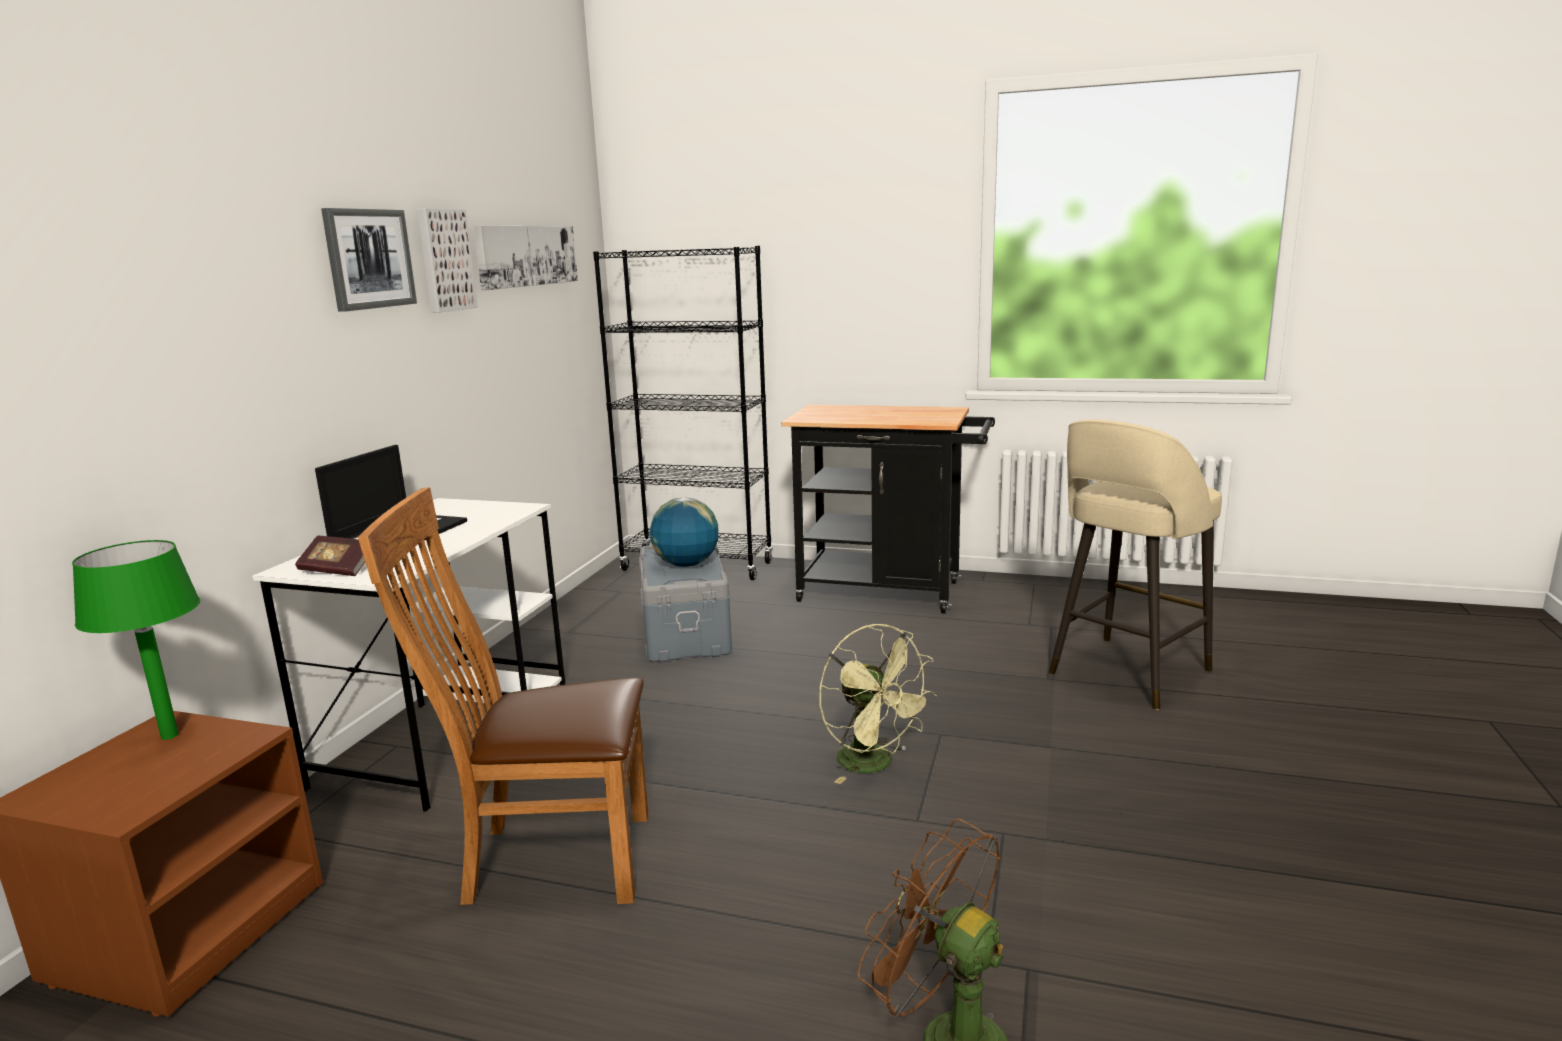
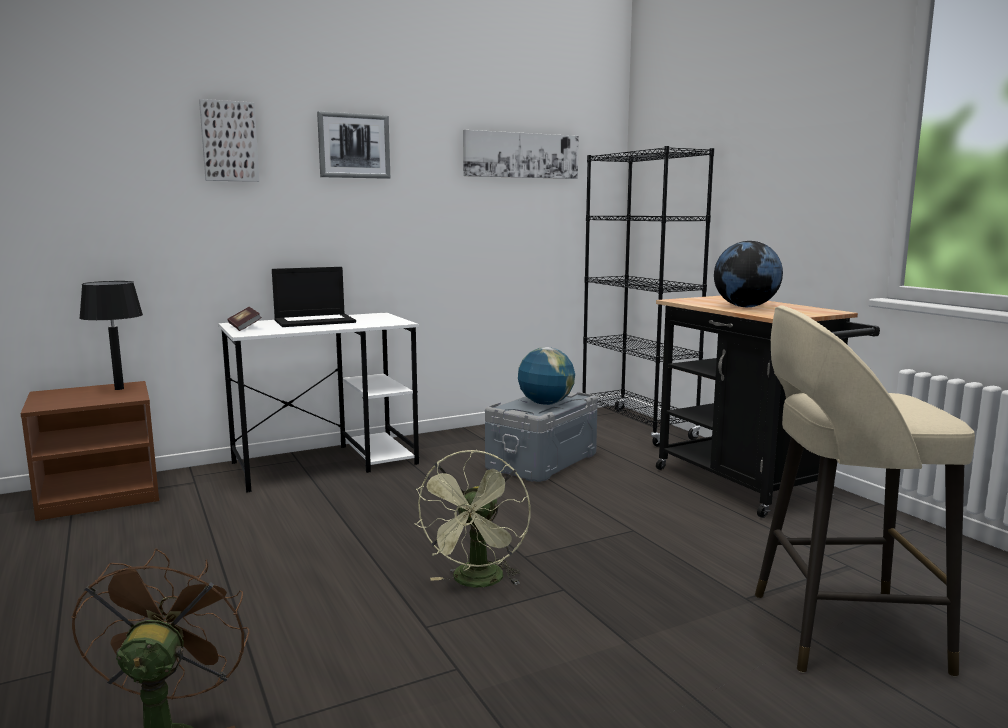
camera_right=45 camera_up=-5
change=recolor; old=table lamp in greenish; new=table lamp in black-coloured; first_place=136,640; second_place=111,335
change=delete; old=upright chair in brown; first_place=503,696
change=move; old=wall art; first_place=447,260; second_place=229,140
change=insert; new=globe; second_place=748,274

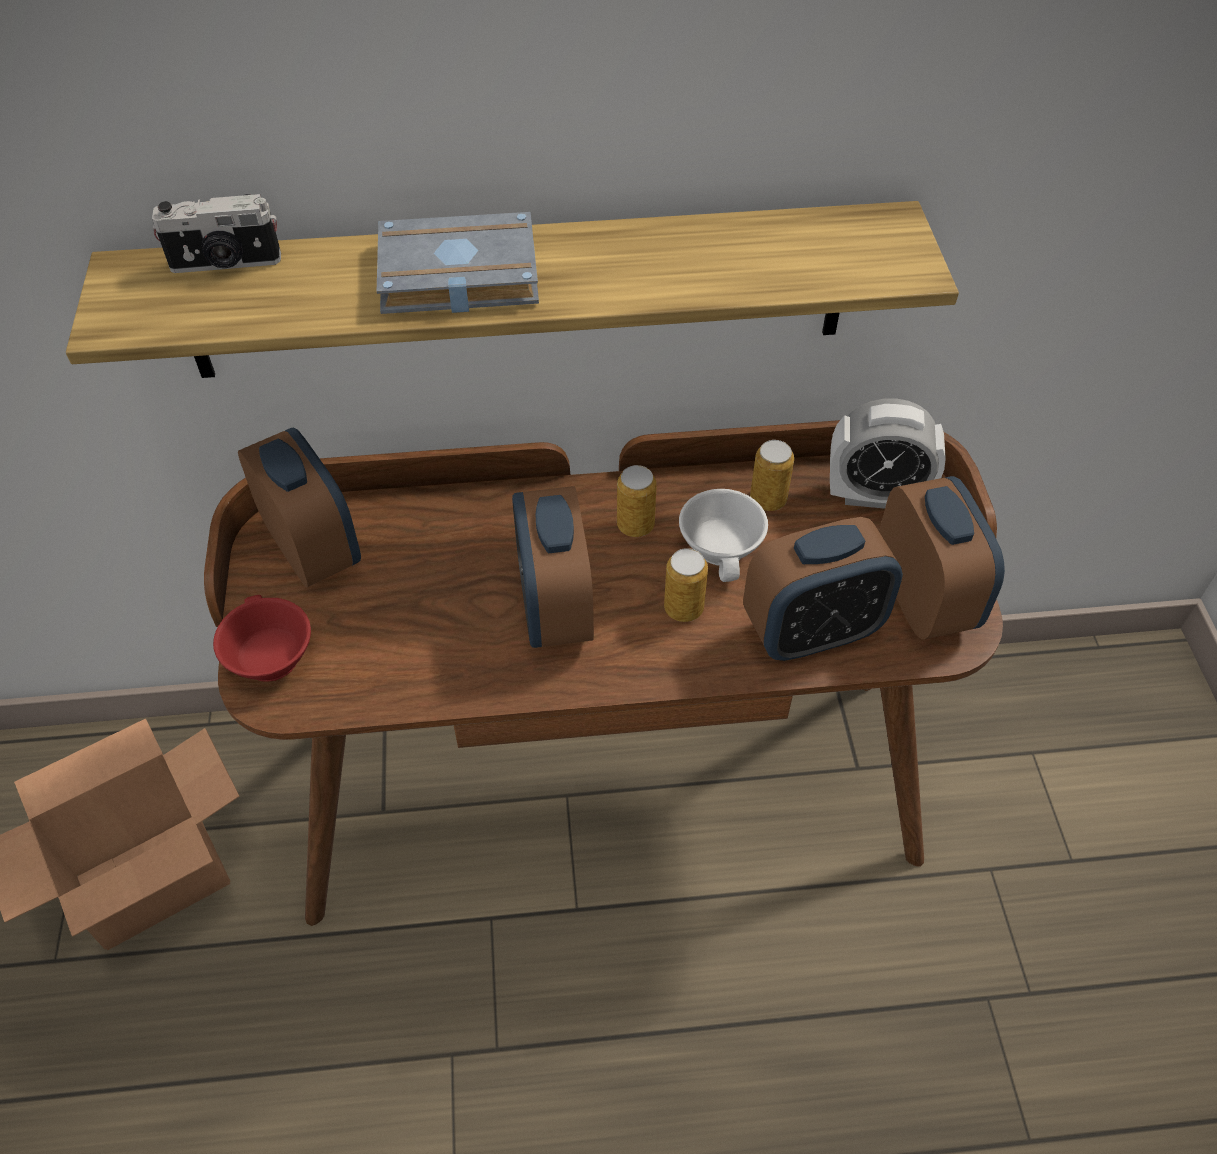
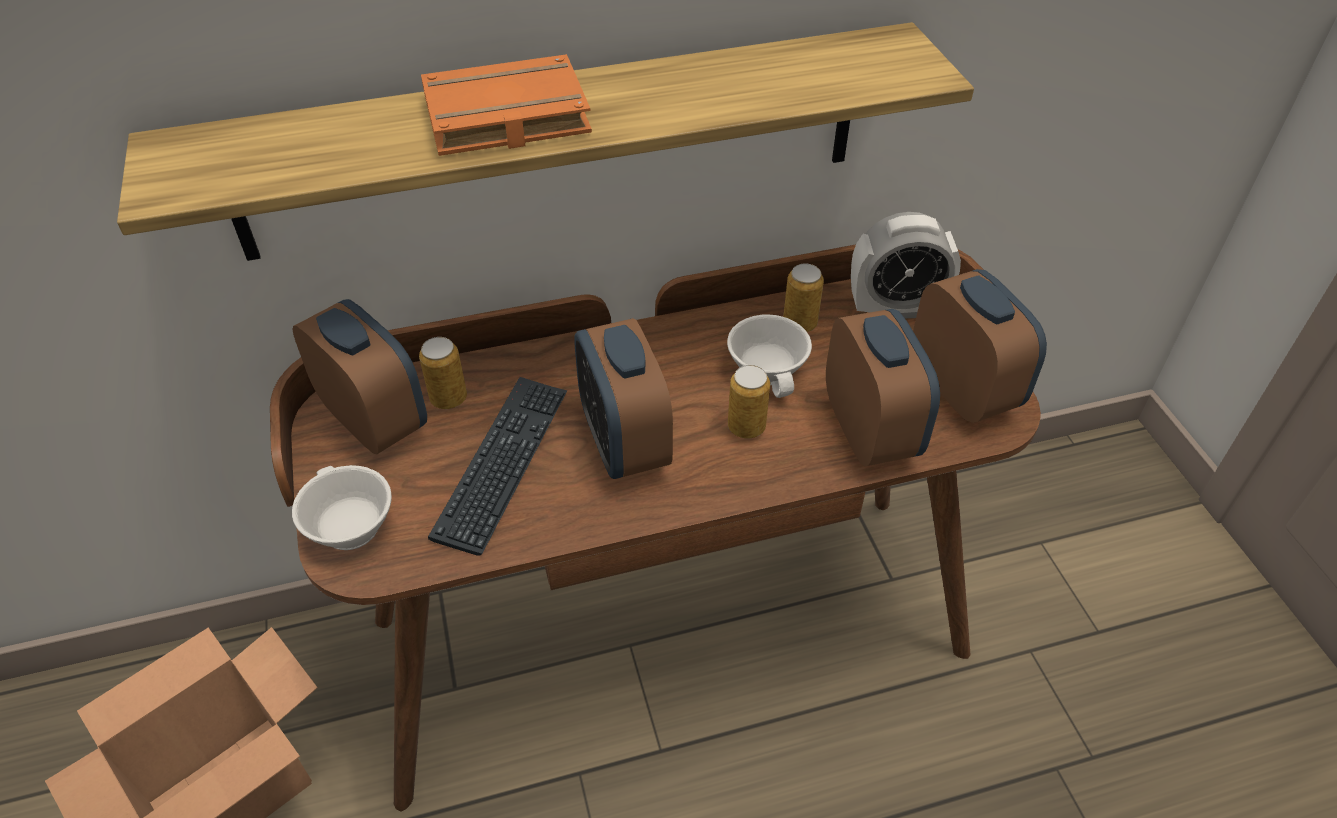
camera_right=-10 camera_up=-5
change=delete; old=photo camera; first_place=216,233
change=recolor; old=cup in reddish; new=cup in white; first_place=262,638; second_place=342,507
change=recolor; old=volume in greyish; new=volume in orange-coloured; first_place=458,263; second_place=506,105
change=move; old=sealed can; first_place=637,501; second_place=443,373
change=rotate; old=alarm clock; first_place=823,589; second_place=883,387; degrees=-75
change=insert; new=computer keyboard; second_place=498,466

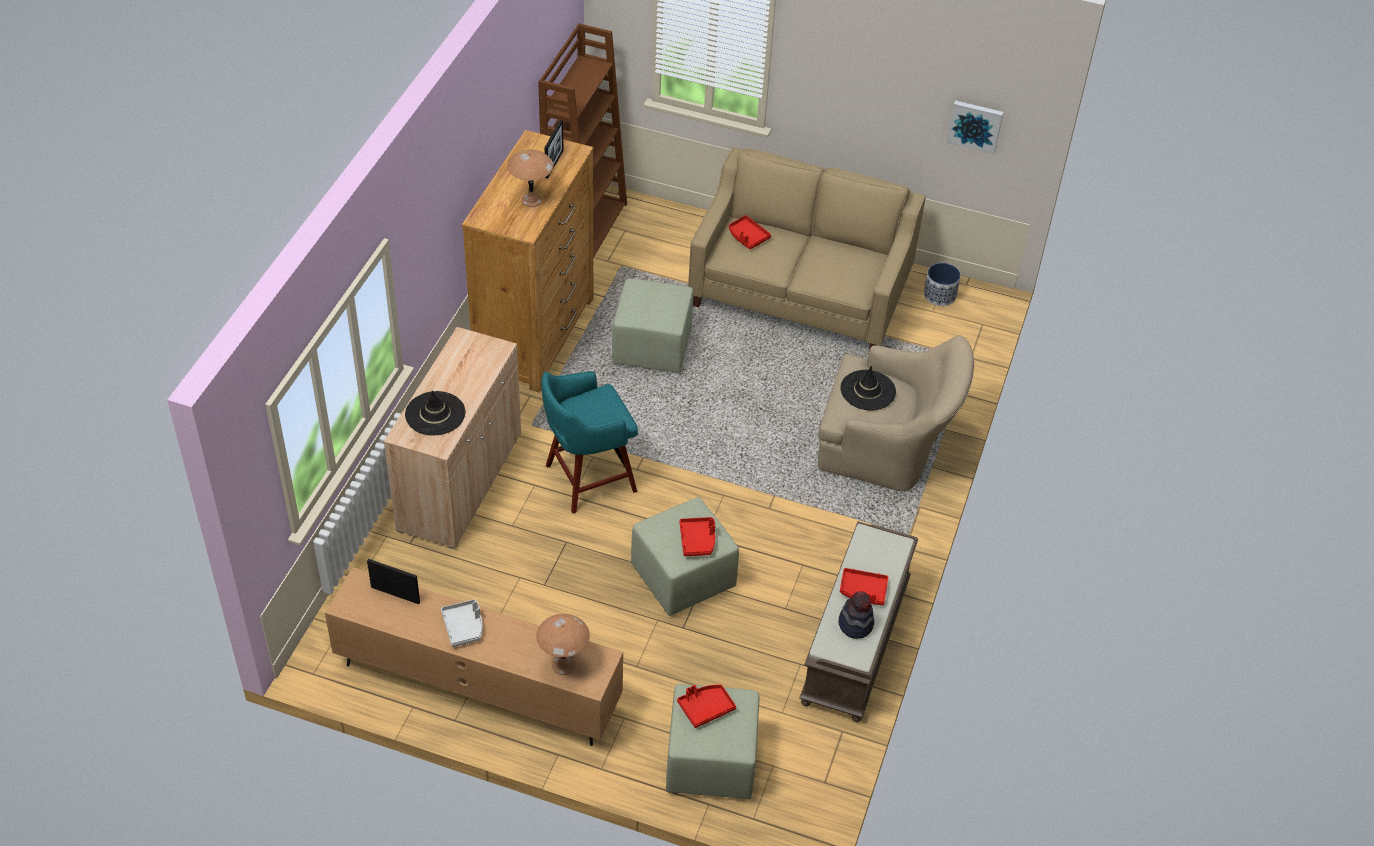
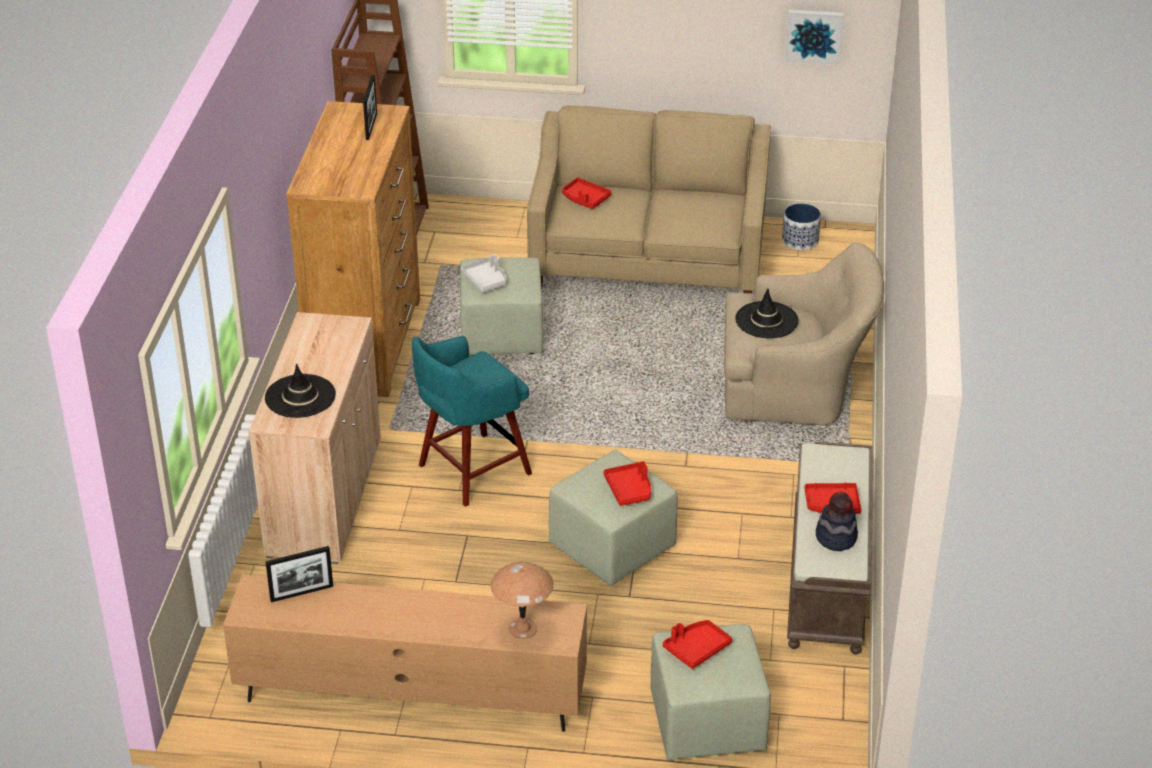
camera_right=-10 camera_up=-10
change=rotate; old=standing frame; first_place=393,581; second_place=299,574; degrees=150
change=move; old=tray in greyish; first_place=461,623; second_place=483,273
change=delete; old=table lamp in brown; first_place=530,178

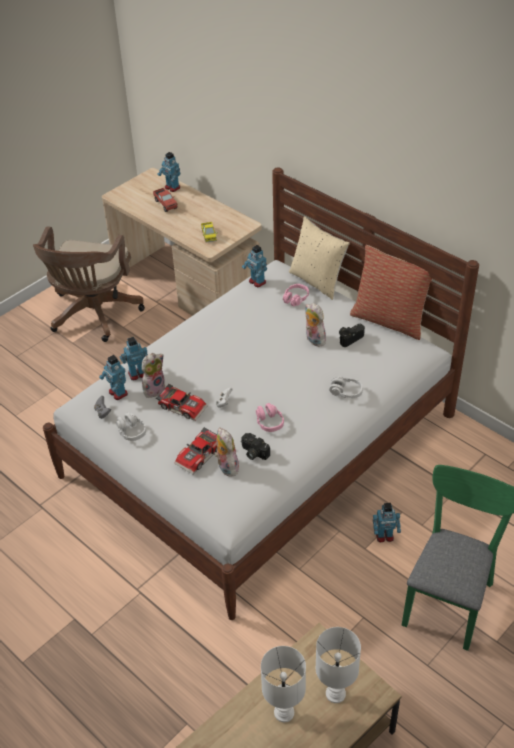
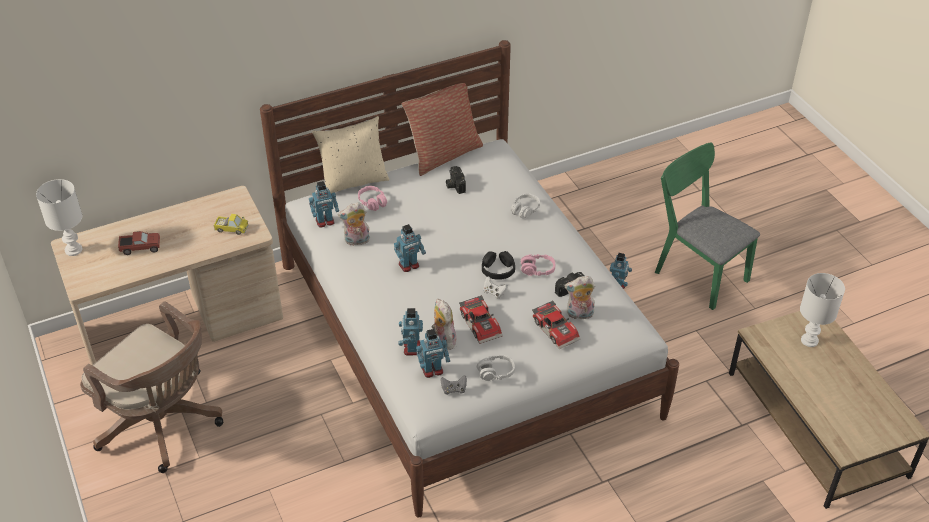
camera_right=-70 camera_up=0
change=rotate; old=model car; first_place=182,402; second_place=481,319; degrees=105
change=move; old=model robot; first_place=168,172; second_place=410,248
change=move; old=table lamp in white; first_place=283,684; second_place=59,217
change=move; old=soft toy; first_place=315,325; second_place=354,224
change=insert; new=pair of headphones in black-coloured; second_place=498,265

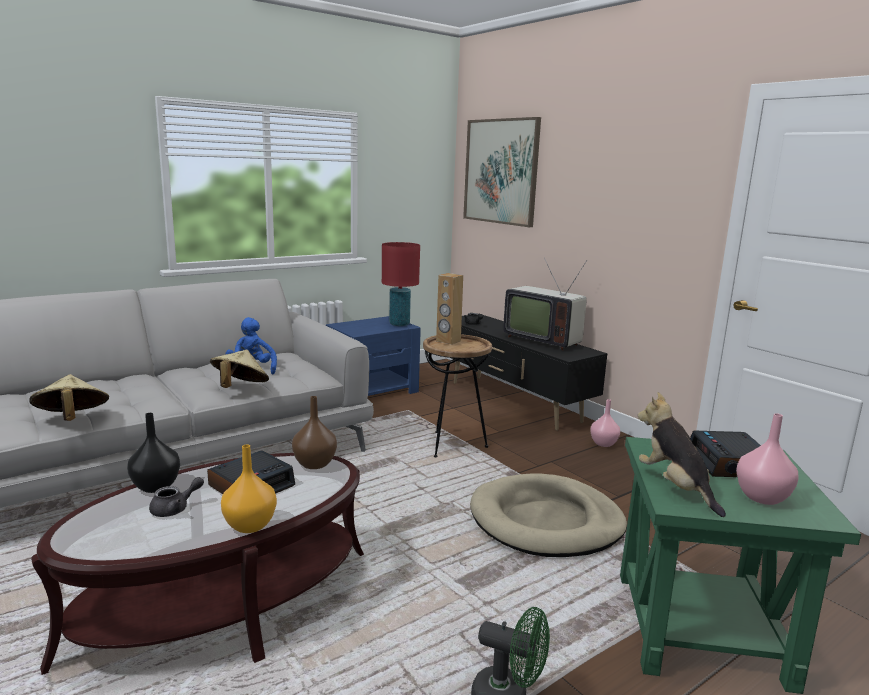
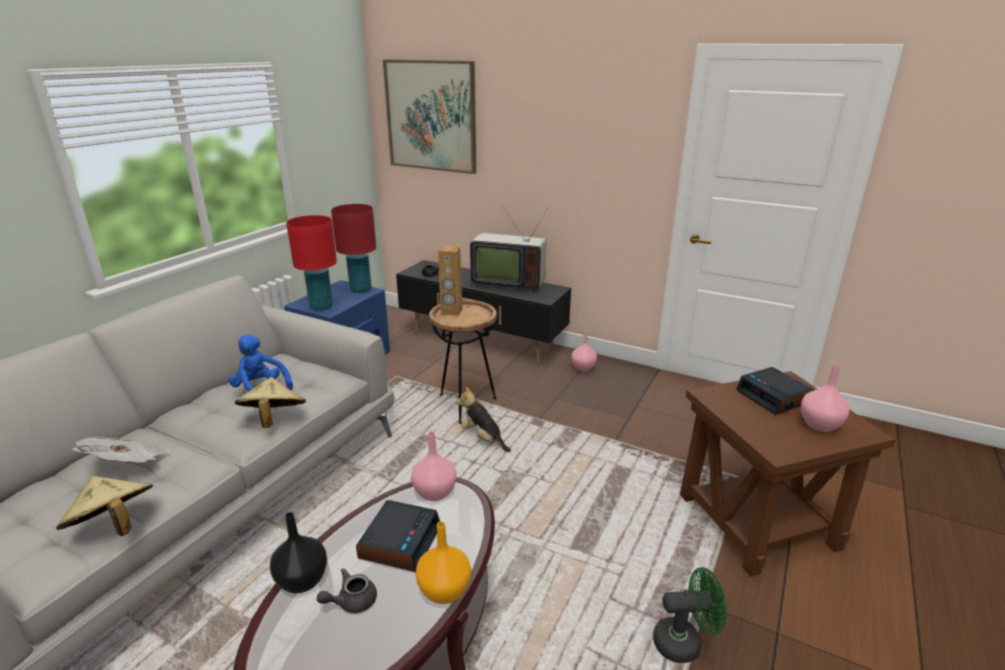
camera_right=-25 camera_up=10
change=rotate; old=teapot in greyish; first_place=176,497; second_place=347,590; degrees=-150
change=recolor; old=decorative vase in brown; new=decorative vase in pink-coloured; first_place=314,432; second_place=434,466
change=delete; old=dog cushion in beige; first_place=548,515
change=recolor; old=end table in greenish; new=end table in brown; first_place=740,565; second_place=788,474
change=move; old=soft toy; first_place=682,454; second_place=483,419
change=insert; new=printed paper; second_place=122,450
change=insert; new=table lamp in reddish; second_place=311,263

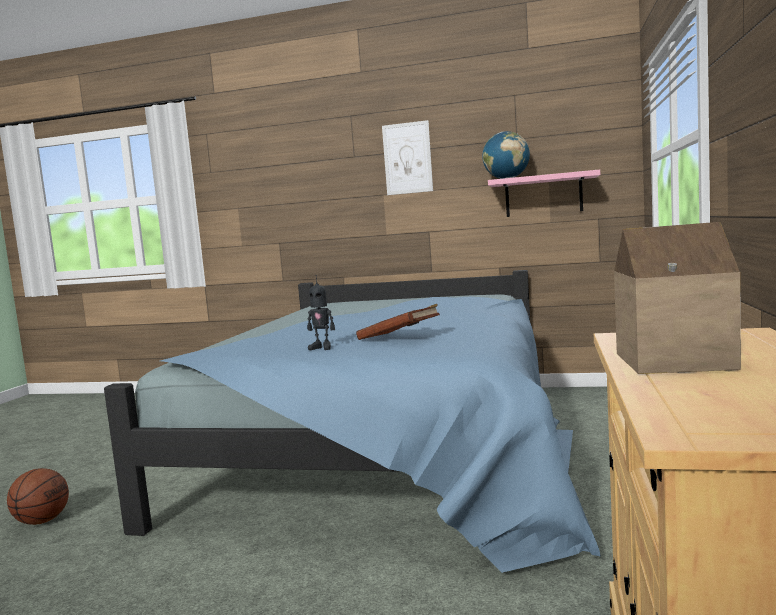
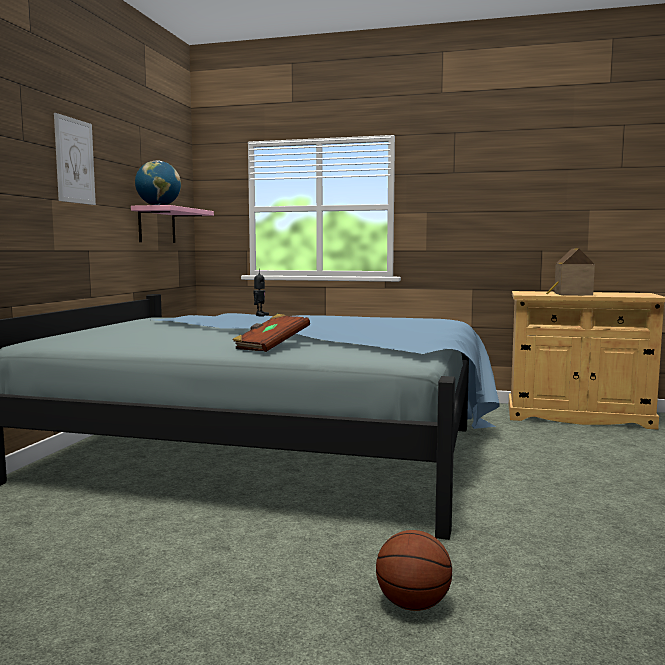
camera_right=-90 camera_up=0
change=move; old=model robot; first_place=321,312; second_place=261,292
change=move; old=volume in brown; first_place=398,322; second_place=271,333

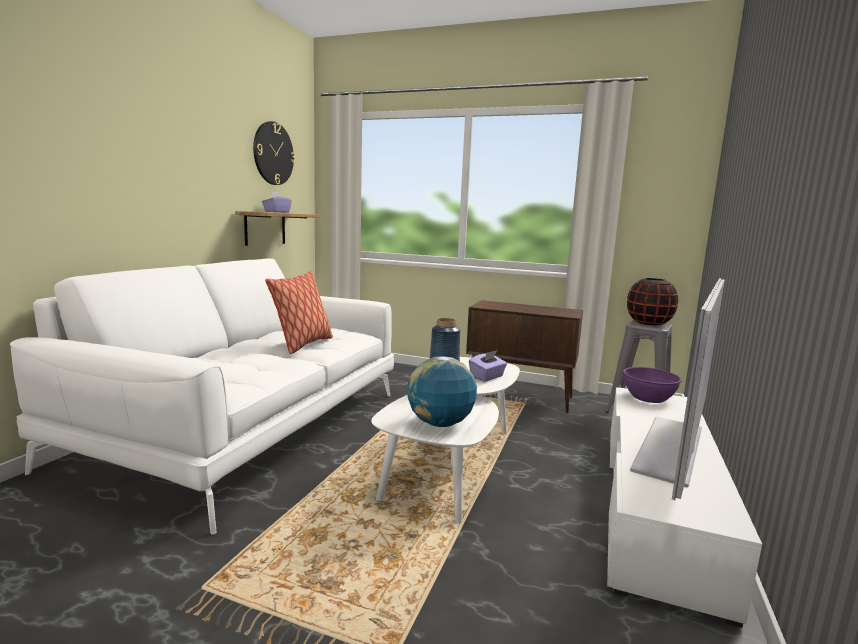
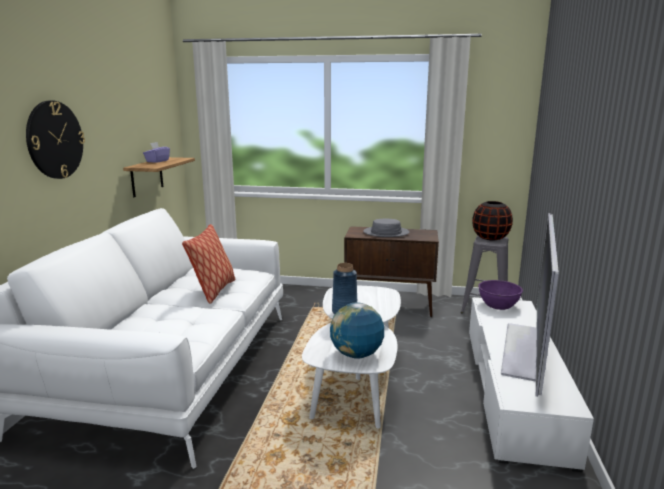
camera_right=-10 camera_up=5
change=move; old=wall clock; first_place=274,153; second_place=55,139
change=delete; old=box of tissues in purple; first_place=488,366
change=insert; new=clothing hat in greyish; second_place=386,228

